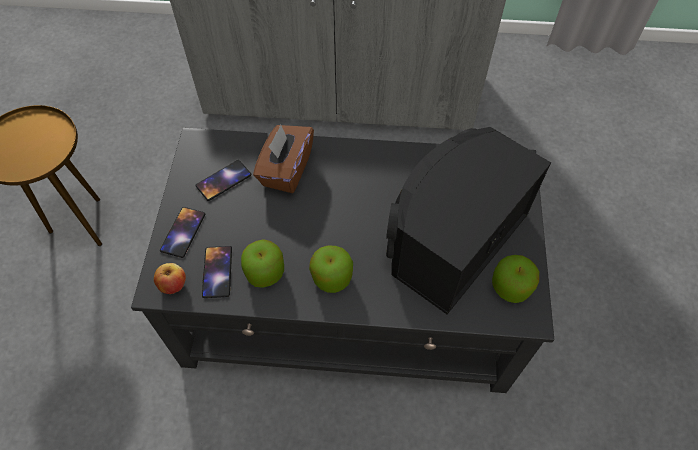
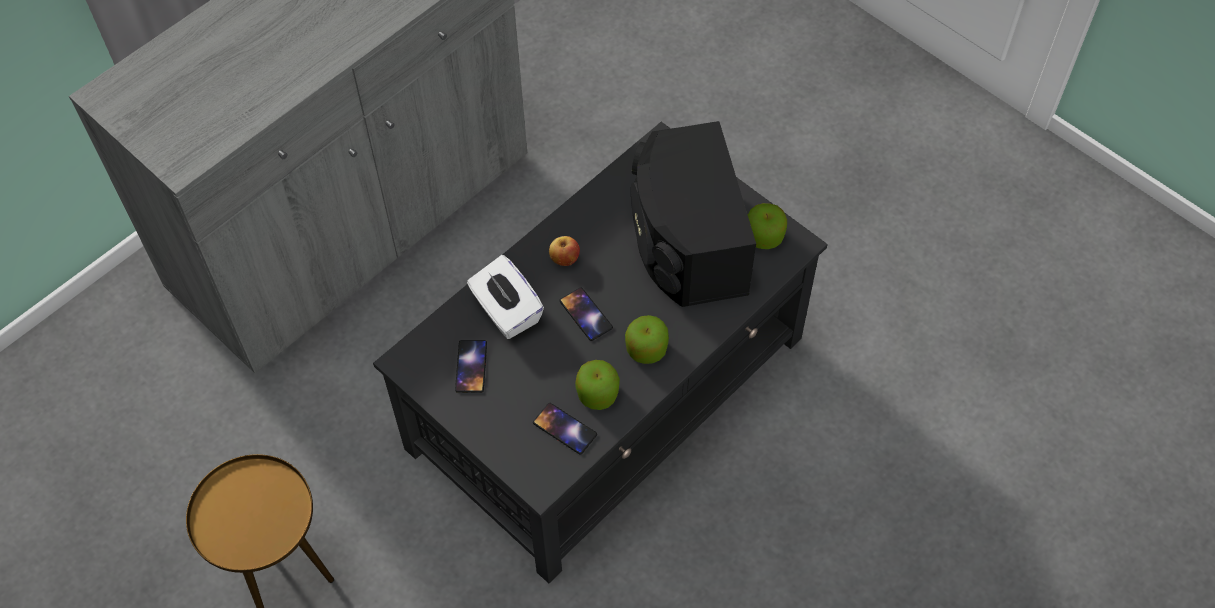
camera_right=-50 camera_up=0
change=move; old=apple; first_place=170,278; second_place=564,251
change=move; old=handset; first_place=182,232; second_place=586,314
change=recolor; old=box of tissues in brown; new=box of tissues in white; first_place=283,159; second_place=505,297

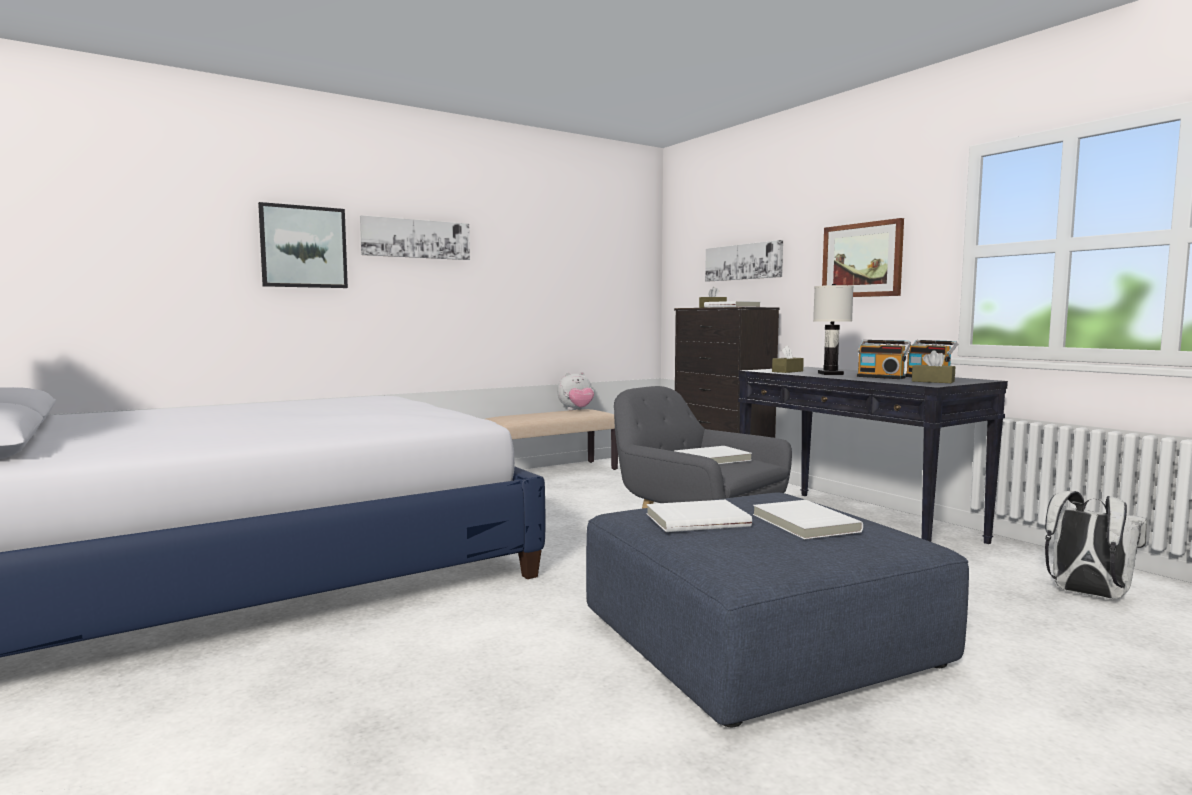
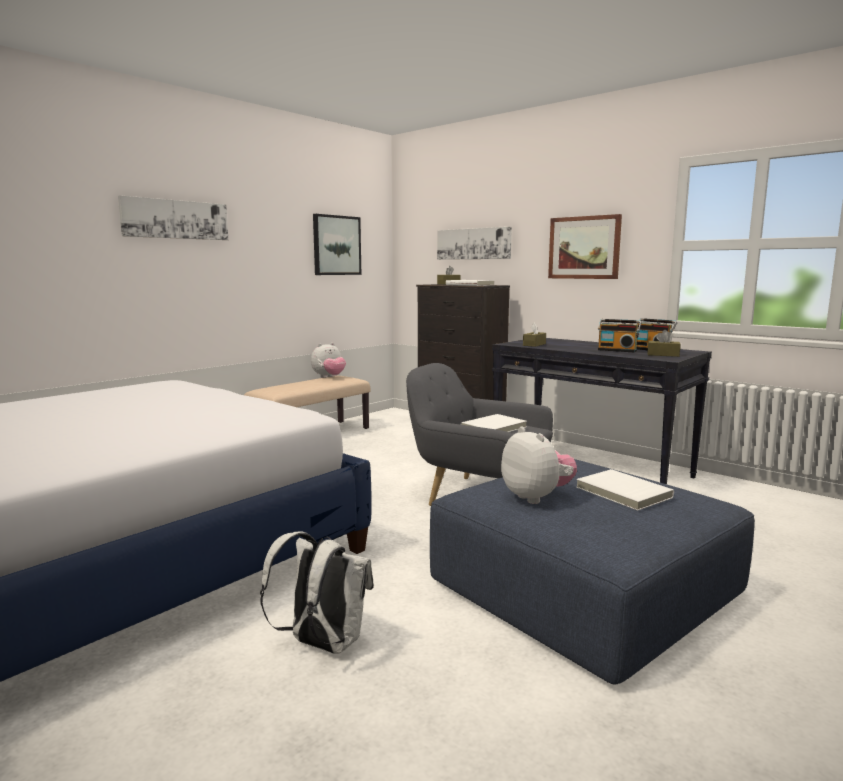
camera_right=-15 camera_up=5
change=move; old=wall art; first_place=303,245; second_place=337,244
change=replace; old=volume in white; new=soft toy; first_place=699,516; second_place=539,465
change=delete; old=table lamp in white; first_place=833,329
change=move; old=knapsack in white; first_place=1096,545; second_place=317,592

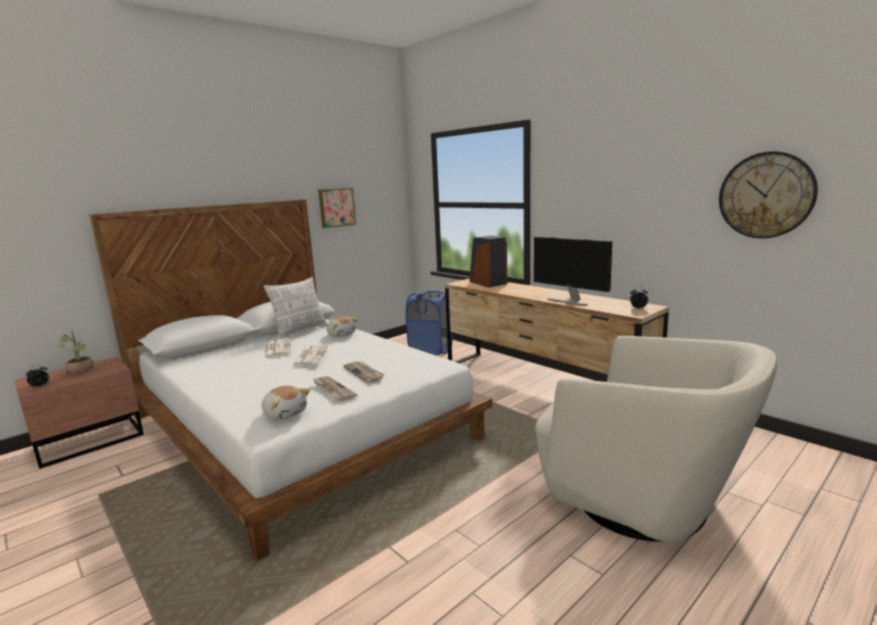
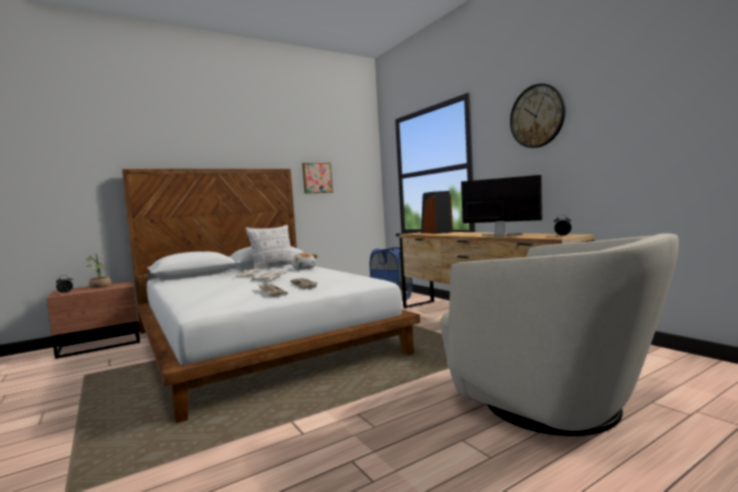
camera_right=10 camera_up=-10
change=delete; old=soft toy; first_place=285,402
change=rotate; old=computer display; first_place=573,271; second_place=501,206; degrees=150
change=move; old=wall clock; first_place=768,194; second_place=538,116

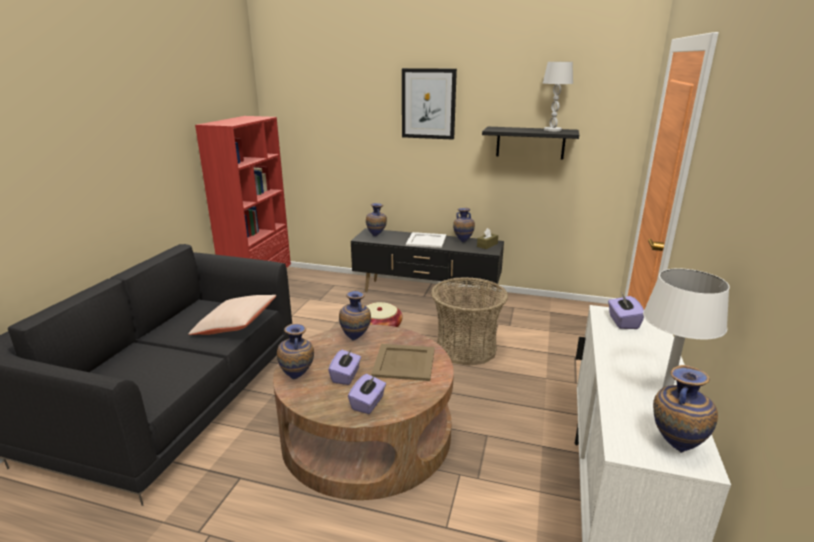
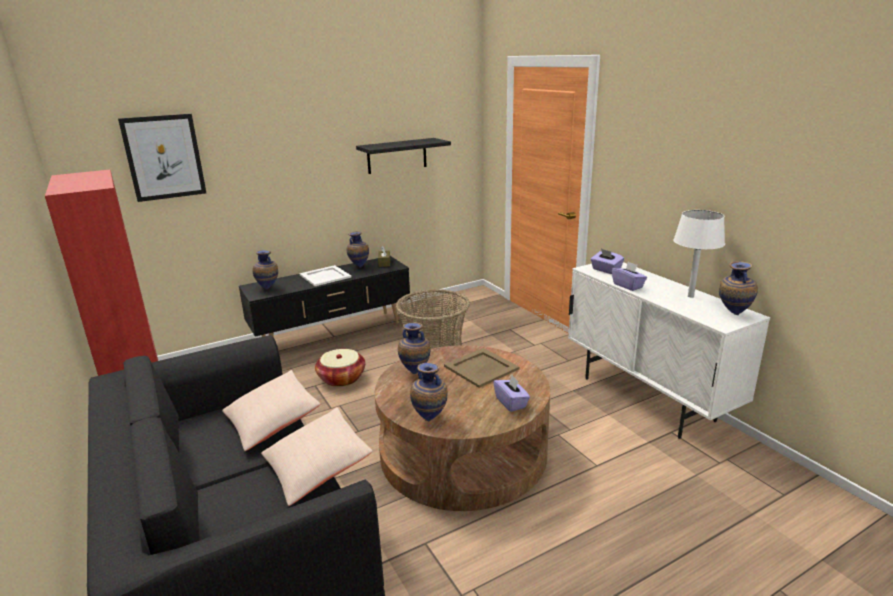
camera_right=-45 camera_up=0
change=move; old=box of tissues in purple; first_place=345,367; second_place=629,276
change=move; old=wall art; first_place=429,104; second_place=162,158
change=delete; old=table lamp in white; first_place=558,96
change=insert; new=cushion in beige; second_place=317,456

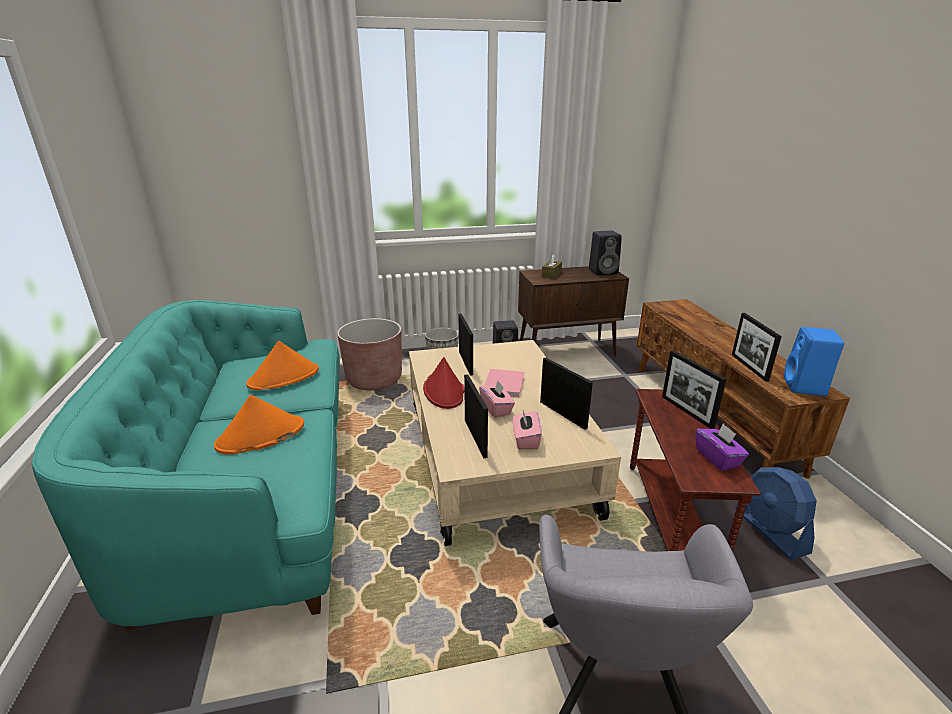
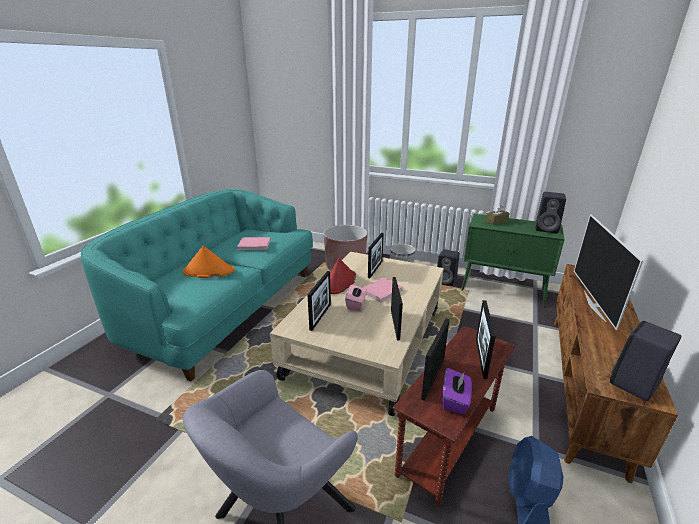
camera_right=35 camera_up=0
change=replace; old=clothing hat in orange-coloured; new=volume in pink-coloured; first_place=282,365; second_place=254,243
change=delete; old=box of tissues in pink-coloured; first_place=527,429
change=recolor; old=storage cabinet in brown; new=storage cabinet in greenish; first_place=573,311; second_place=513,260
change=move; old=standing frame; first_place=757,347; second_place=435,359
change=recolor; old=loudspeaker in blue-coloured; new=loudspeaker in black-coloured; first_place=814,361; second_place=645,361
change=insert; new=television; second_place=608,272

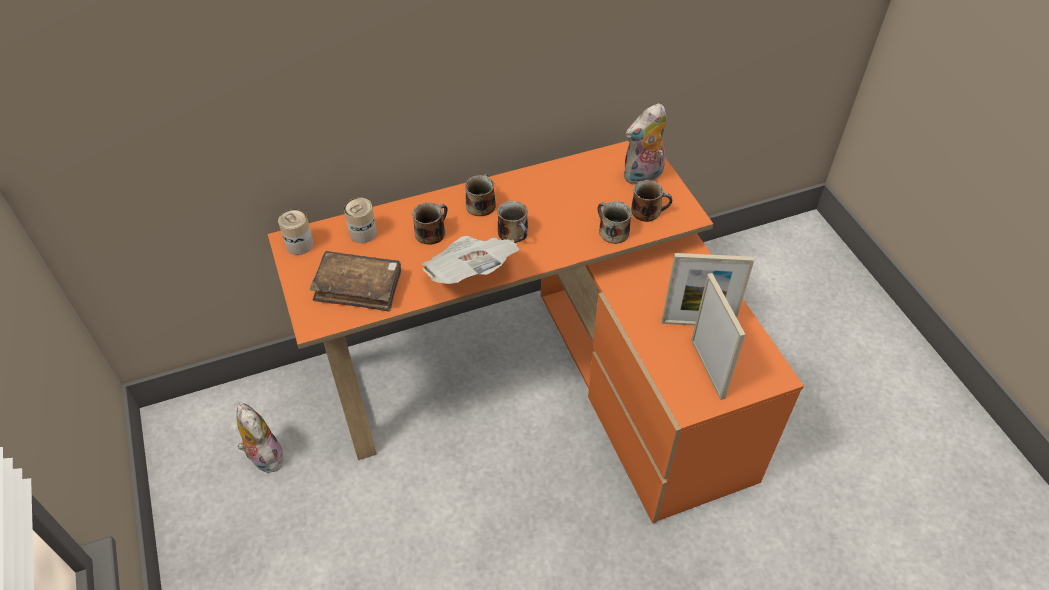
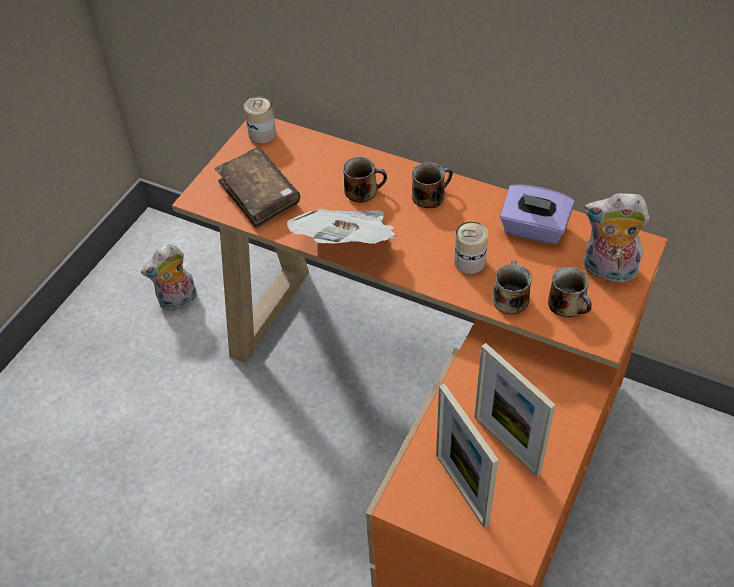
camera_right=50 camera_up=0
change=rotate; old=soft toy; first_place=260,438; second_place=169,277; degrees=-135
change=move; old=sealed can; first_place=360,220; second_place=471,247
change=delete; old=mug; first_place=513,222
change=rotate; old=standing frame; first_place=718,336; second_place=467,455; degrees=120
change=insert; new=box of tissues in purple; second_place=537,214

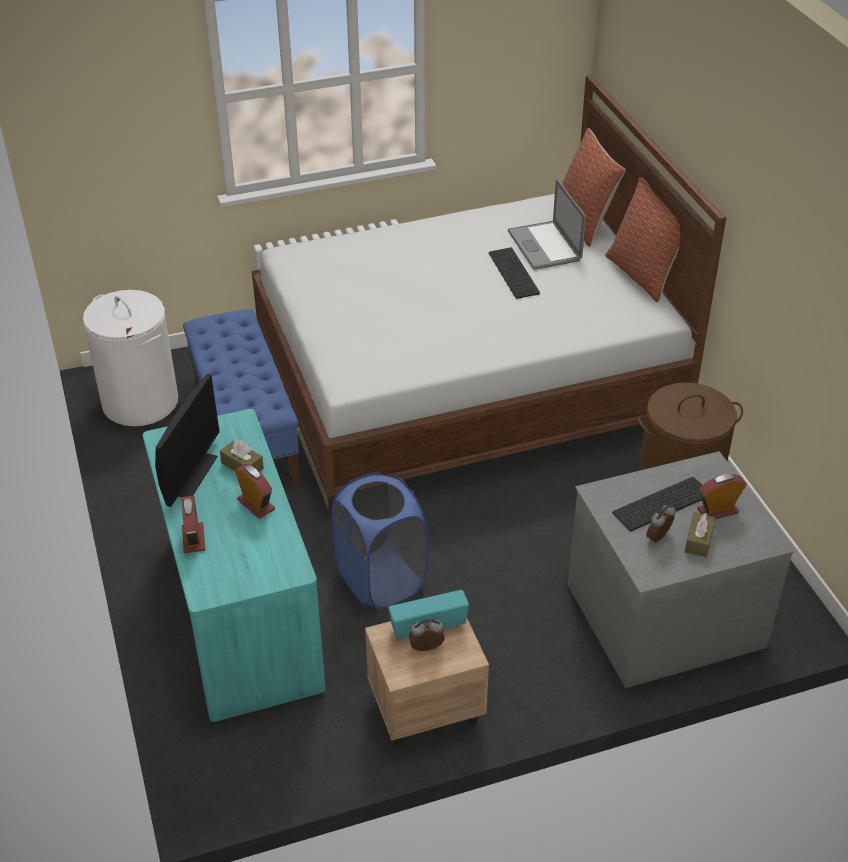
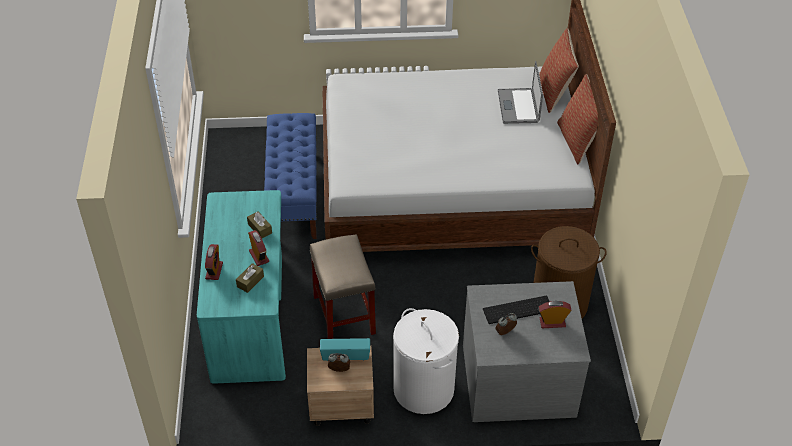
camera_right=15 camera_up=5
change=move; old=hamper in white; first_place=130,358; second_place=426,361
change=delete; old=computer display; first_place=187,440
change=replace; old=hamper in blue-coloured; new=stool in beige; first_place=379,541; second_place=343,286
change=delete; old=computer keyboard; first_place=514,273
change=move; old=box of tissues in brown; first_place=700,534; second_place=250,278

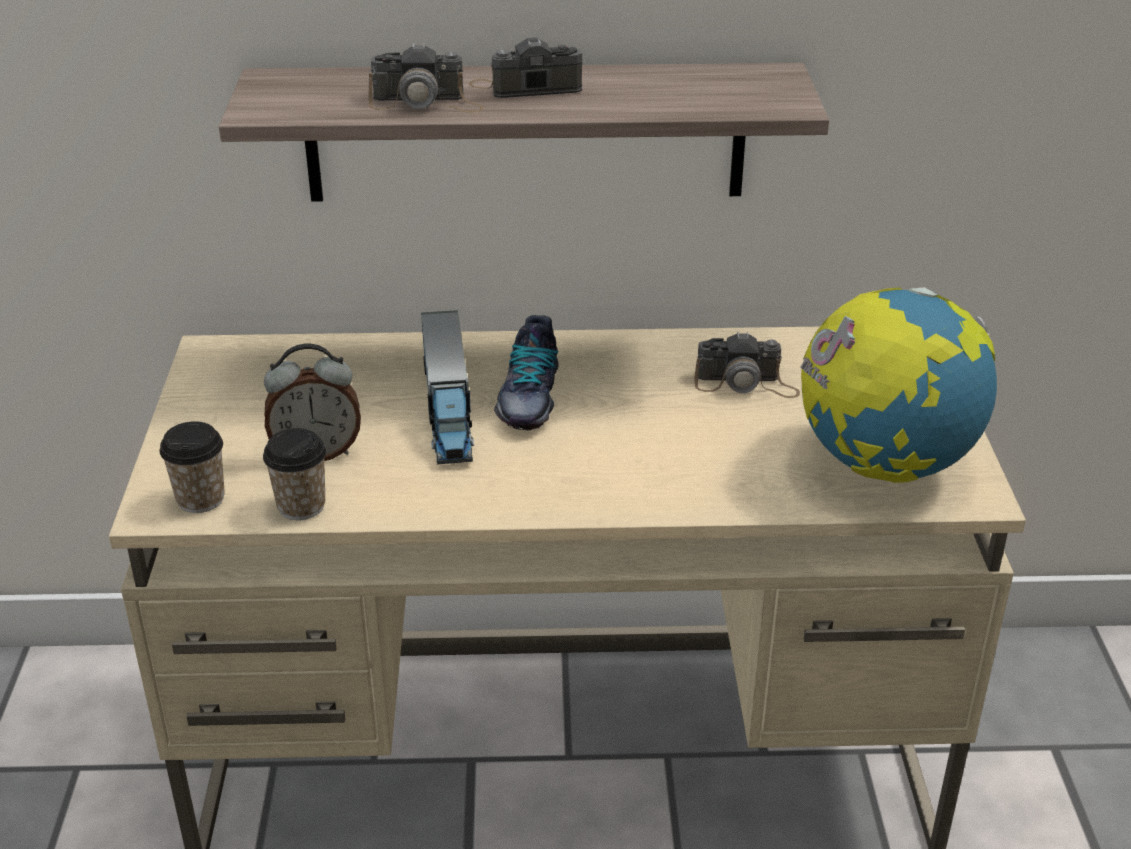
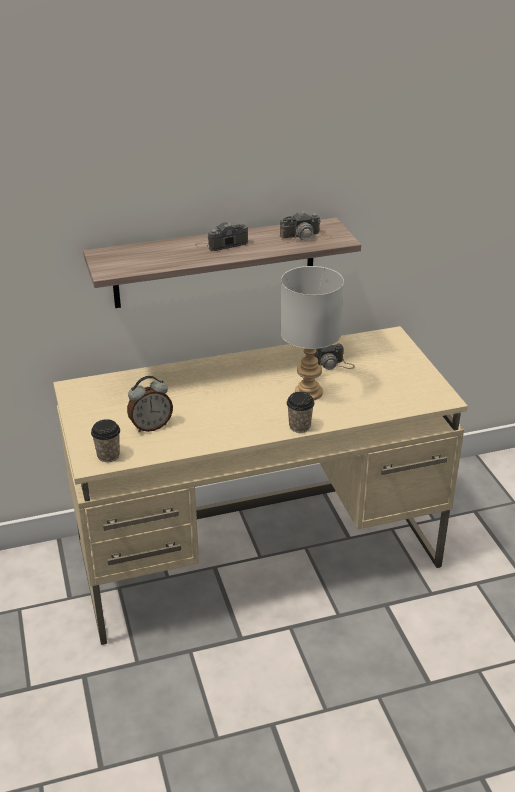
camera_right=-15 camera_up=0
change=move; old=cup; first_place=294,474; second_place=301,412
change=move; old=photo camera; first_place=426,78; second_place=306,227
change=delete; old=model truck; first_place=447,387
change=delete; old=low shoe; first_place=526,373
change=delete; old=globe; first_place=898,385
change=insert; new=table lamp in greyish; second_place=312,333

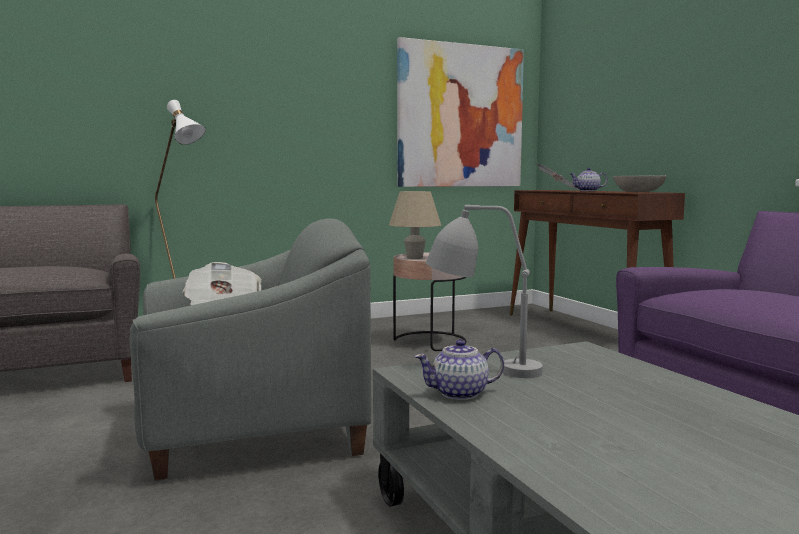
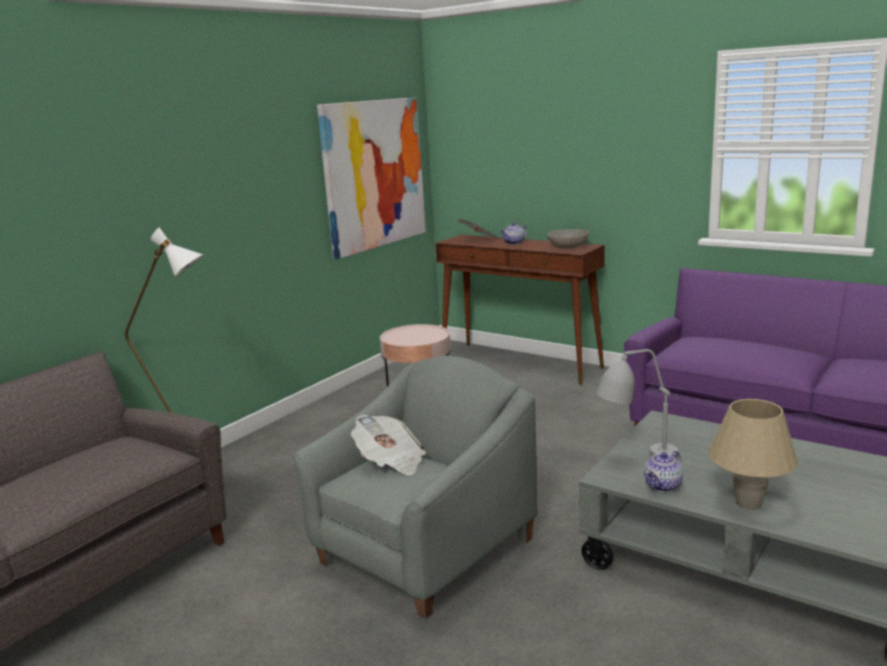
camera_right=-30 camera_up=10
change=move; old=table lamp in beige; first_place=415,225; second_place=753,454

